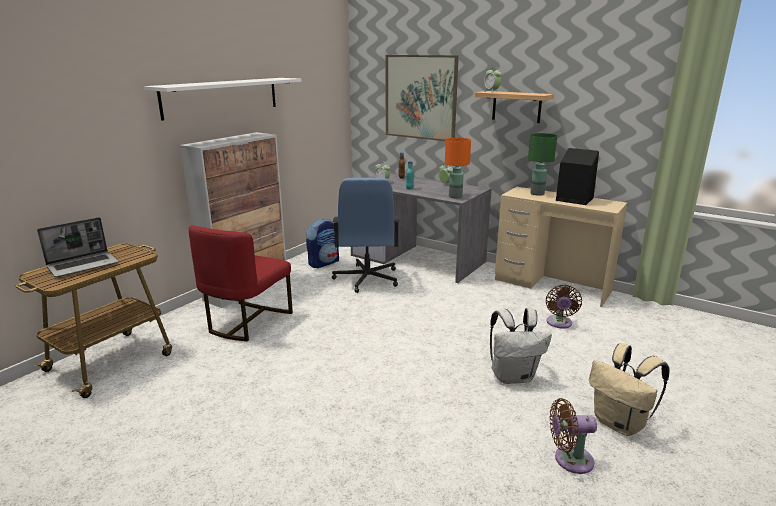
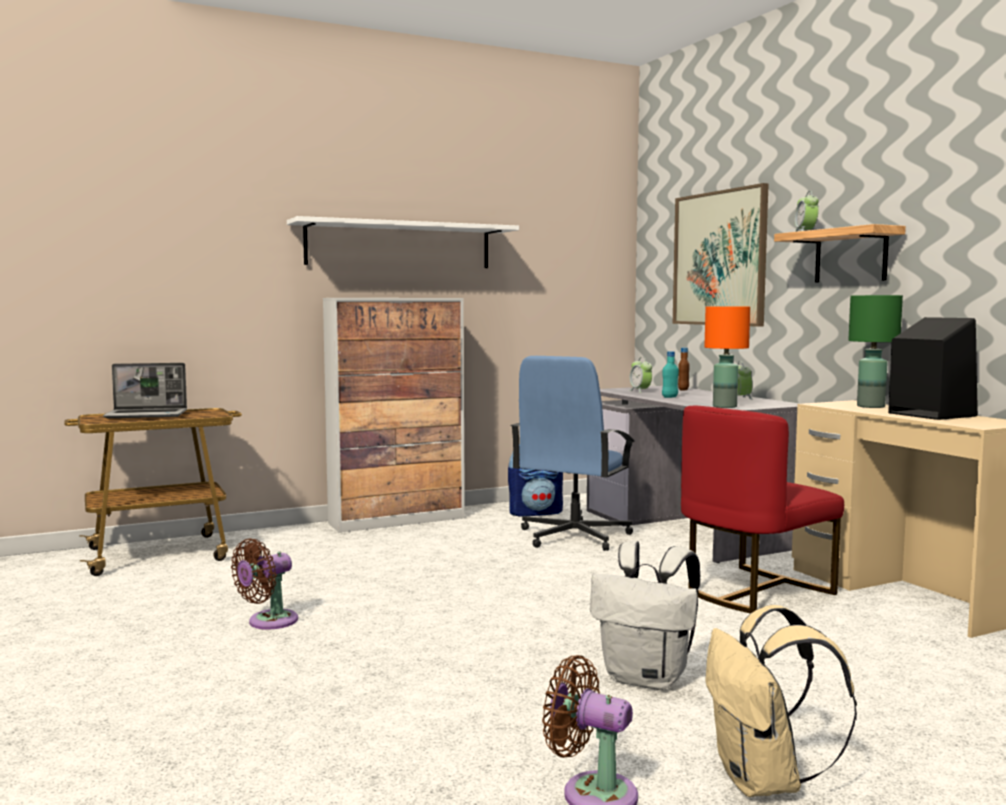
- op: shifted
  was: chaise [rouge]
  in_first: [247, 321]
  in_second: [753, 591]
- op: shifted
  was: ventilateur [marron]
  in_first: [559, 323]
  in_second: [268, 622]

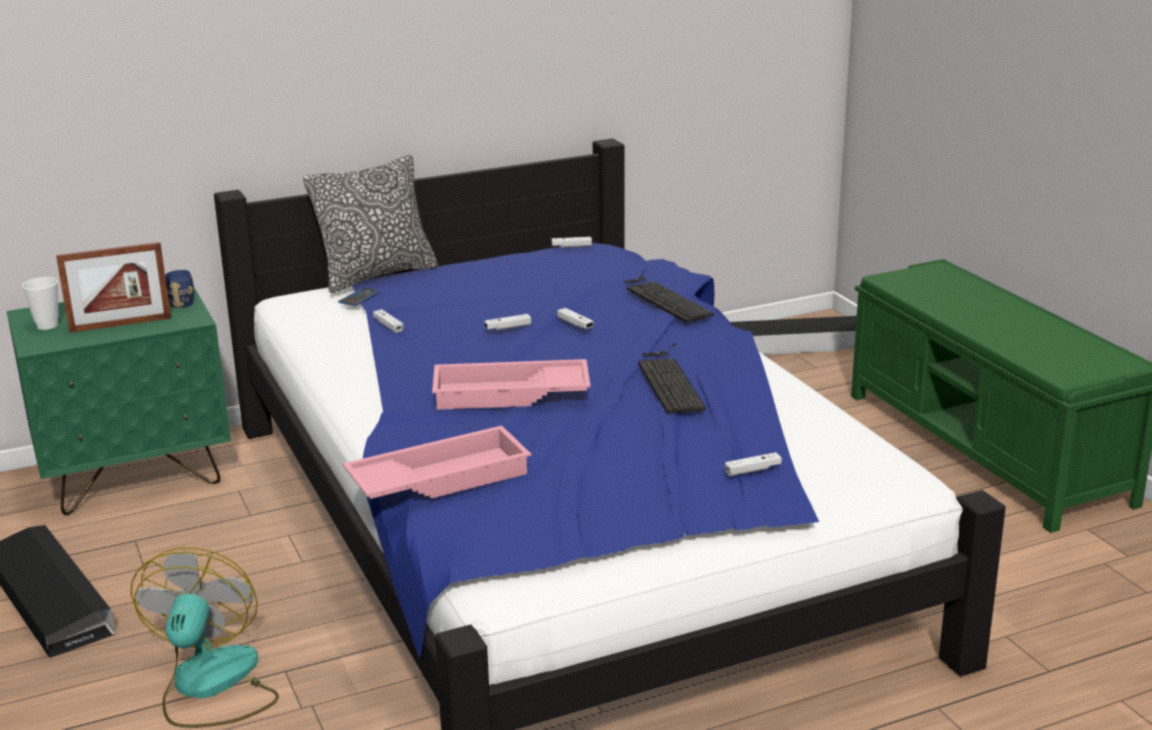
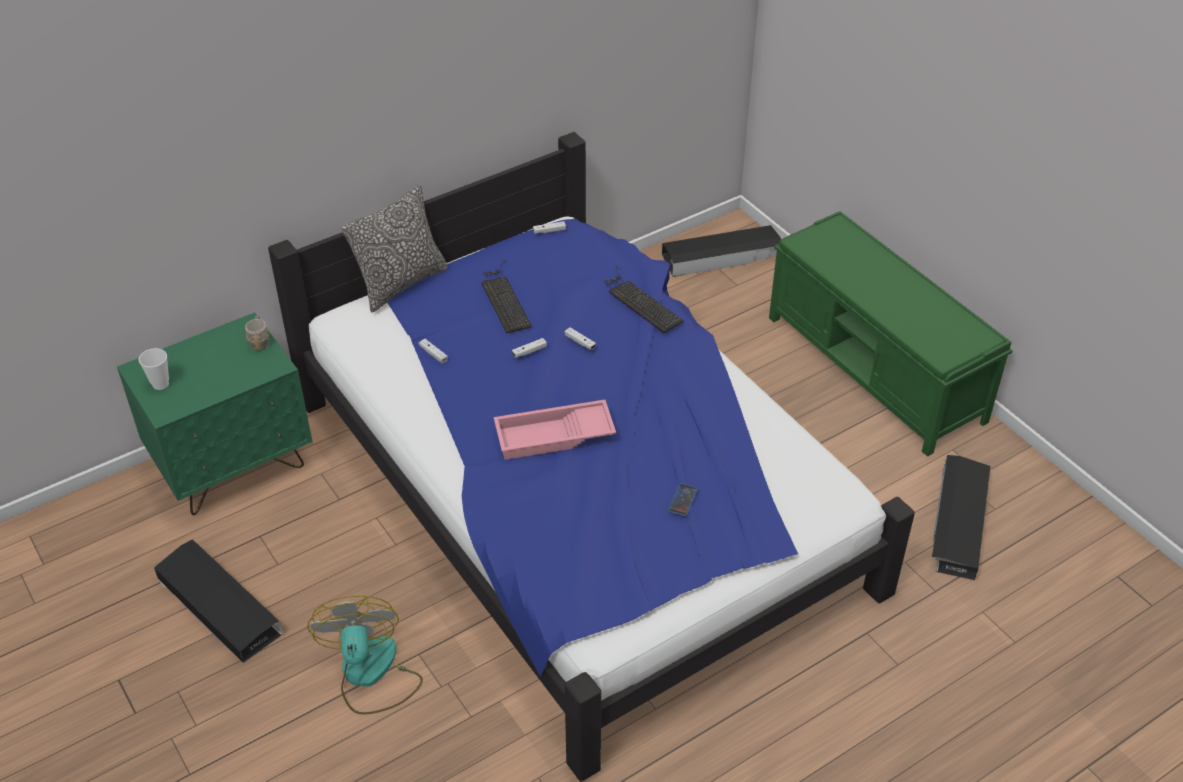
- op: gone
  was: cadre photo
  in_first: [120, 324]
- op: repainted
  was: mug [bleu]
  now: mug [gris]
  in_first: [183, 302]
  in_second: [260, 341]
- op: shifted
  was: téléphone
  in_first: [359, 297]
  in_second: [682, 500]
- op: shifted
  was: clavier
  in_first: [669, 379]
  in_second: [504, 298]
- op: gone
  was: plateau [rose]
  in_first: [439, 478]
- op: gone
  was: manette [blanc]
  in_first: [753, 470]
- op: new
  now: boîte de rangement [noir]
  in_second: [958, 523]

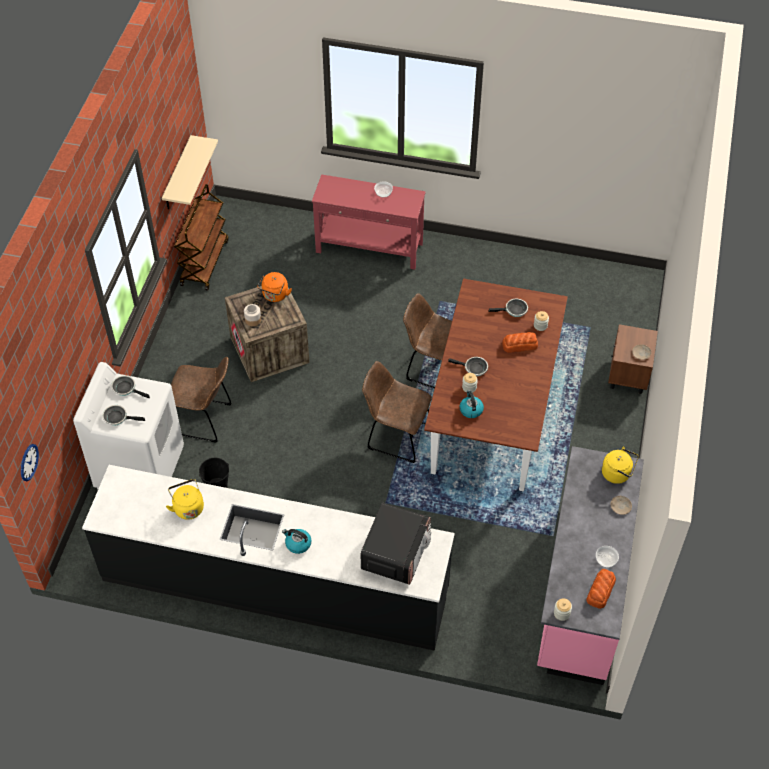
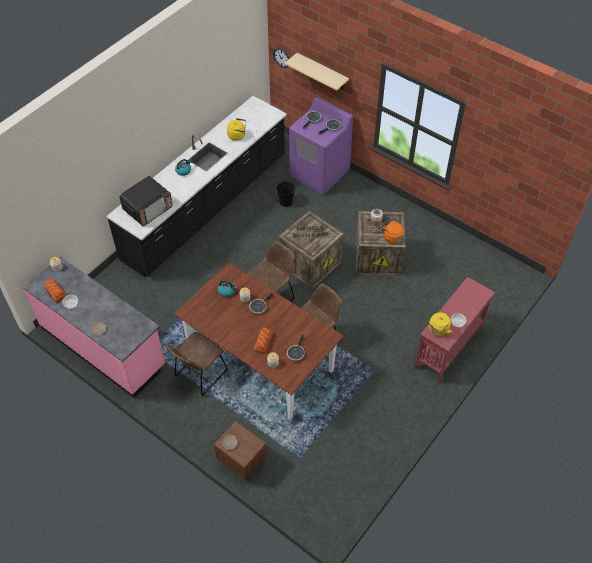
- op: shifted
  was: étagère [beige]
  in_first: [177, 174]
  in_second: [322, 72]
- op: gone
  was: chariot [marron]
  in_first: [204, 262]
- op: shifted
  was: chaise [marron]
  in_first: [204, 419]
  in_second: [199, 375]
- op: repainted
  was: lave-linge [blanc]
  now: lave-linge [violet]
  in_first: [140, 467]
  in_second: [319, 173]
- op: shifted
  was: bouilloire [jaune]
  in_first: [618, 474]
  in_second: [437, 330]
- op: rotated
  was: micro-ondes
  in_first: [396, 552]
  in_second: [148, 209]
  clockwise: -90
- op: new
  now: caisse
  in_second: [310, 262]

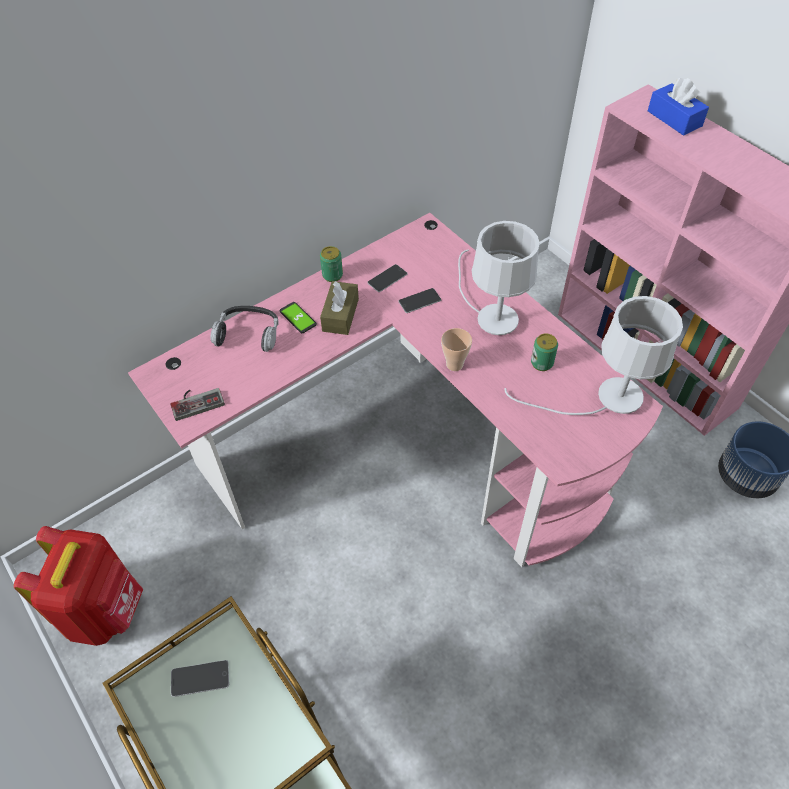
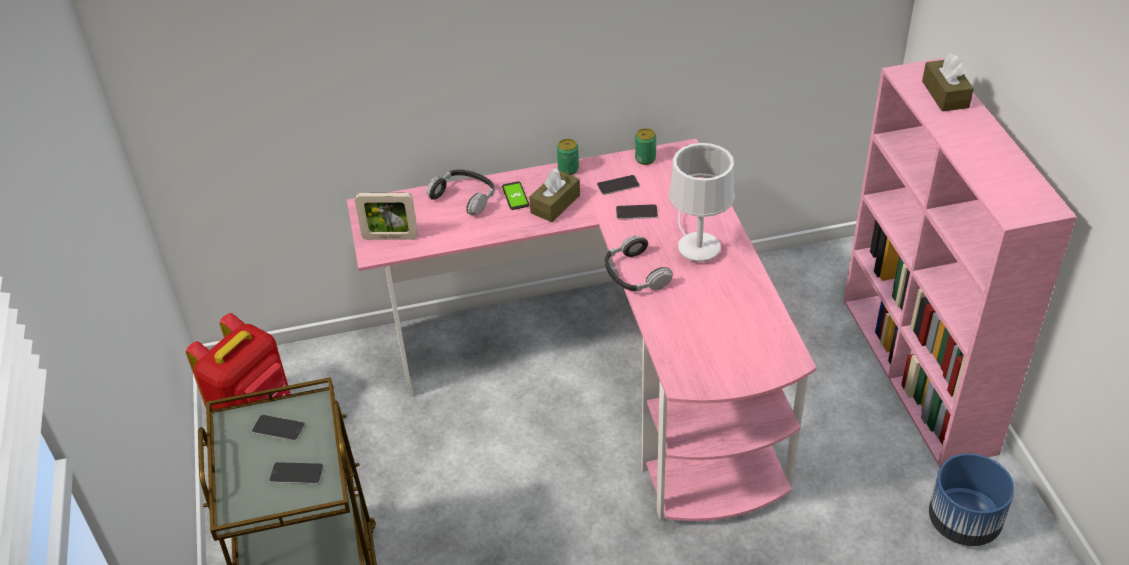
- op: repainted
  was: boîte à mouchoirs [bleu]
  now: boîte à mouchoirs [marron]
  in_first: [674, 118]
  in_second: [945, 94]
- op: gone
  was: lampe de table [blanc]
  in_first: [606, 401]
- op: swapped
  was: tasse
  now: casque audio
  in_first: [454, 364]
  in_second: [635, 274]
- op: shifted
  was: boîte métallique
  in_first: [542, 363]
  in_second: [645, 159]
- op: swapped
  was: manette
  now: cadre photo
  in_first: [196, 401]
  in_second: [390, 237]
- op: new
  now: téléphone
  in_second: [296, 473]

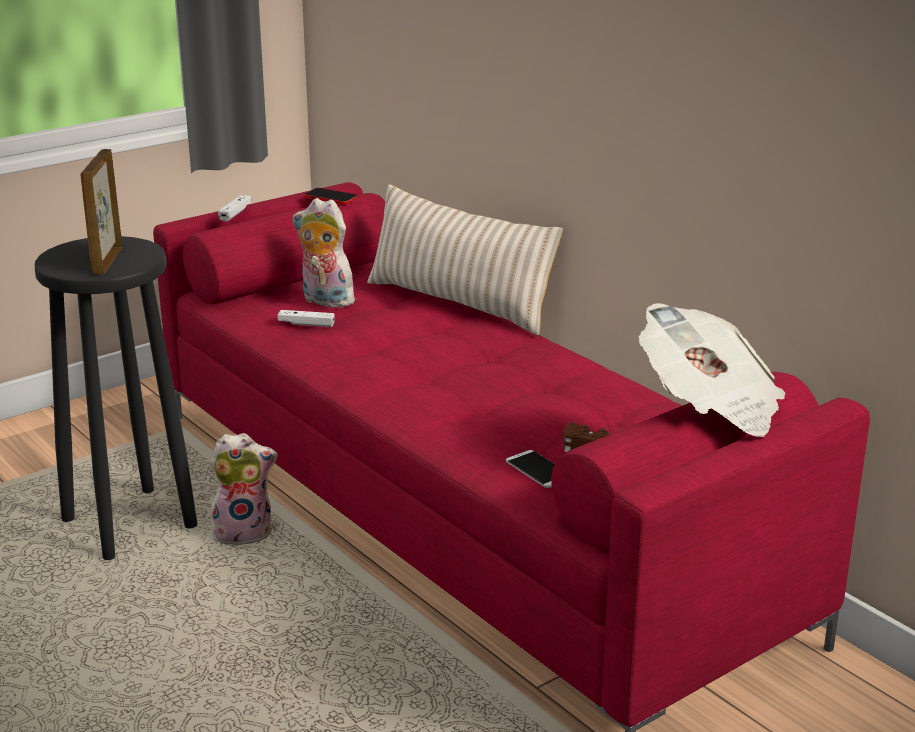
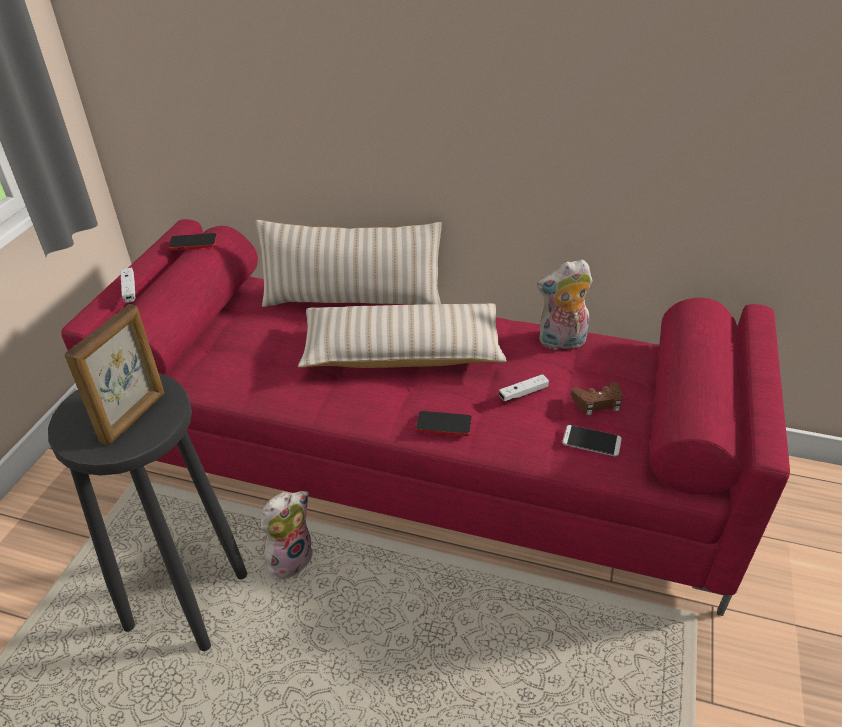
- op: rotated
  was: cadre photo
  in_first: [107, 261]
  in_second: [134, 417]
  clockwise: -120
- op: shifted
  was: peluche
  in_first: [324, 301]
  in_second: [561, 342]
- op: gone
  was: journal
  in_first: [710, 405]
- op: shifted
  was: manette [blanc]
  in_first: [306, 324]
  in_second: [523, 393]
- op: new
  now: coussin [beige]
  in_second: [402, 352]
- op: new
  now: téléphone
  in_second: [444, 424]

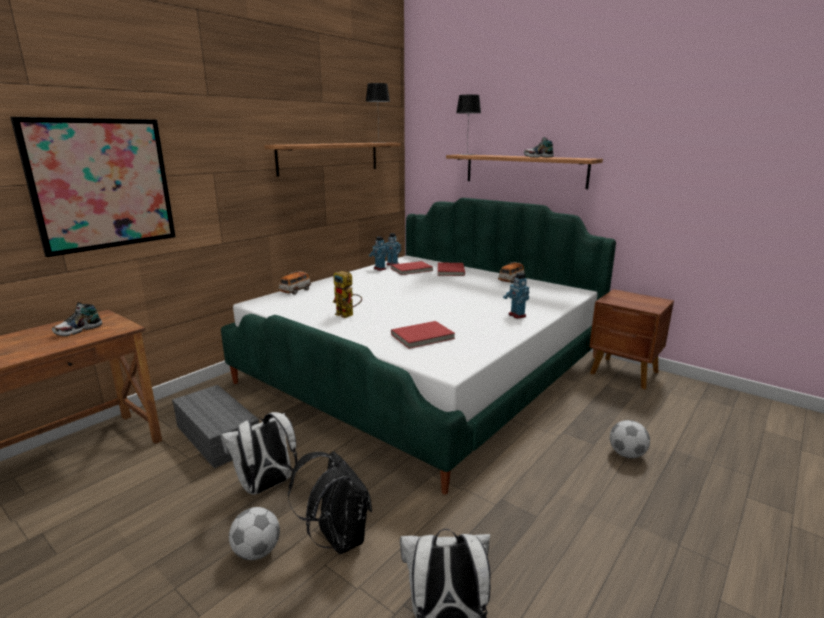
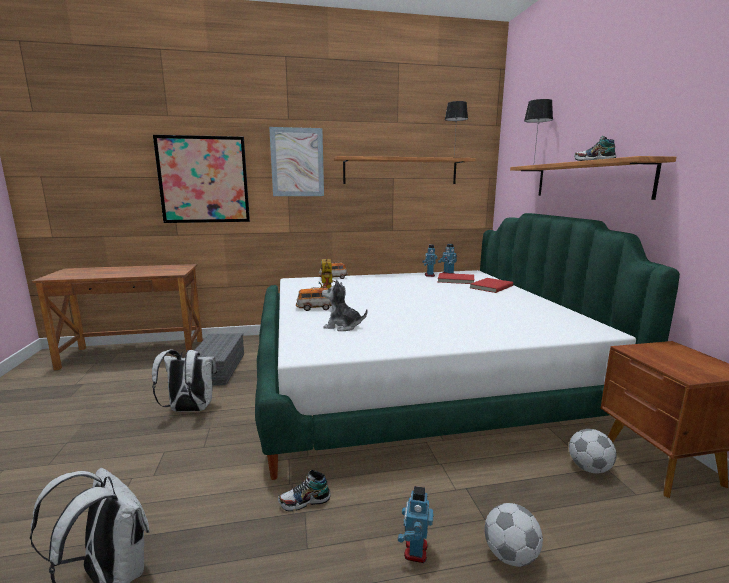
- op: shifted
  was: petite voiture
  in_first: [511, 280]
  in_second: [315, 308]
- op: shifted
  was: robot jouet
  in_first: [516, 315]
  in_second: [415, 550]
- op: shifted
  was: chaussure
  in_first: [79, 330]
  in_second: [305, 501]
- op: swapped
  was: livre [rouge]
  now: peluche
  in_first: [423, 337]
  in_second: [342, 326]
- op: gone
  was: sac à dos [noir]
  in_first: [337, 538]
- op: shifted
  was: ballon de foot
  in_first: [257, 552]
  in_second: [589, 468]
- op: new
  now: tableau
  in_second: [297, 162]

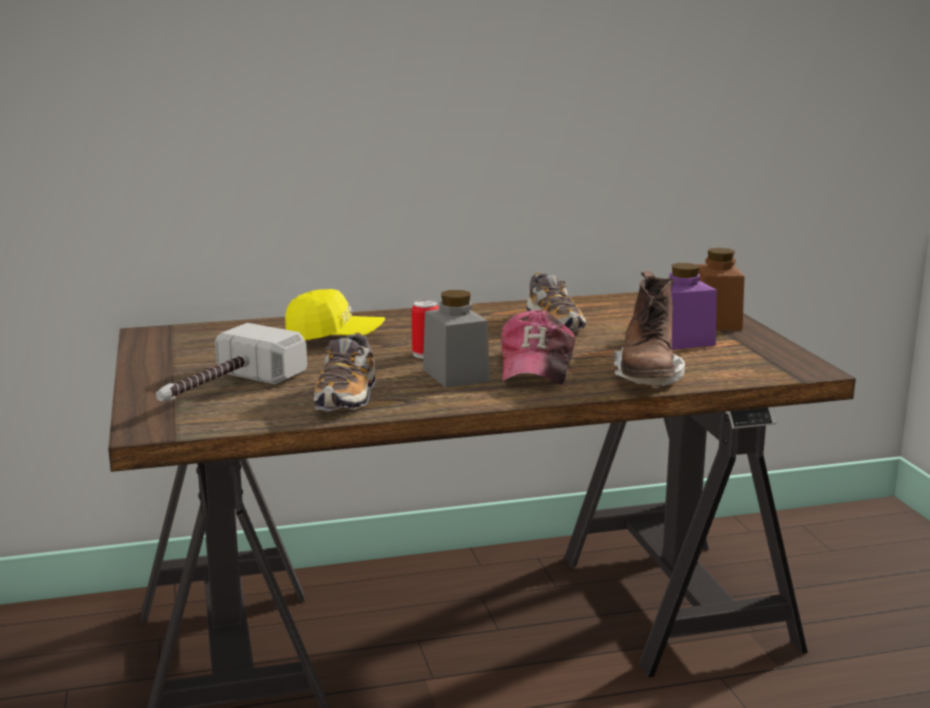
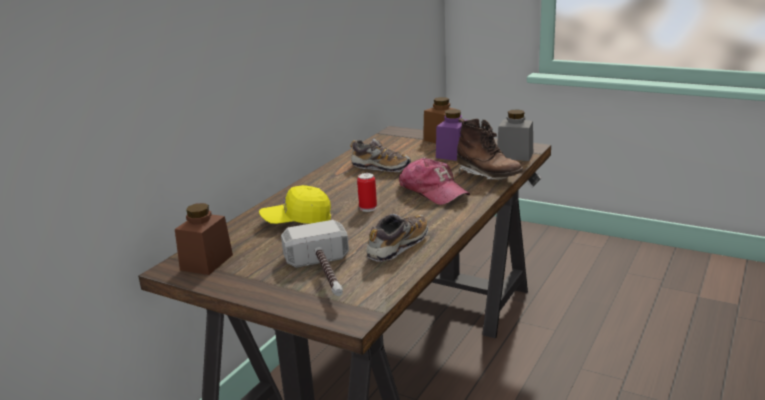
- op: rotated
  was: casquette [jaune]
  in_first: [334, 339]
  in_second: [297, 221]
  clockwise: -150
- op: shifted
  was: bocal [gris]
  in_first: [455, 375]
  in_second: [515, 155]
- op: rotated
  was: chaussure
  in_first: [347, 397]
  in_second: [398, 247]
  clockwise: -105
- op: new
  now: bocal [marron]
  in_second: [206, 262]

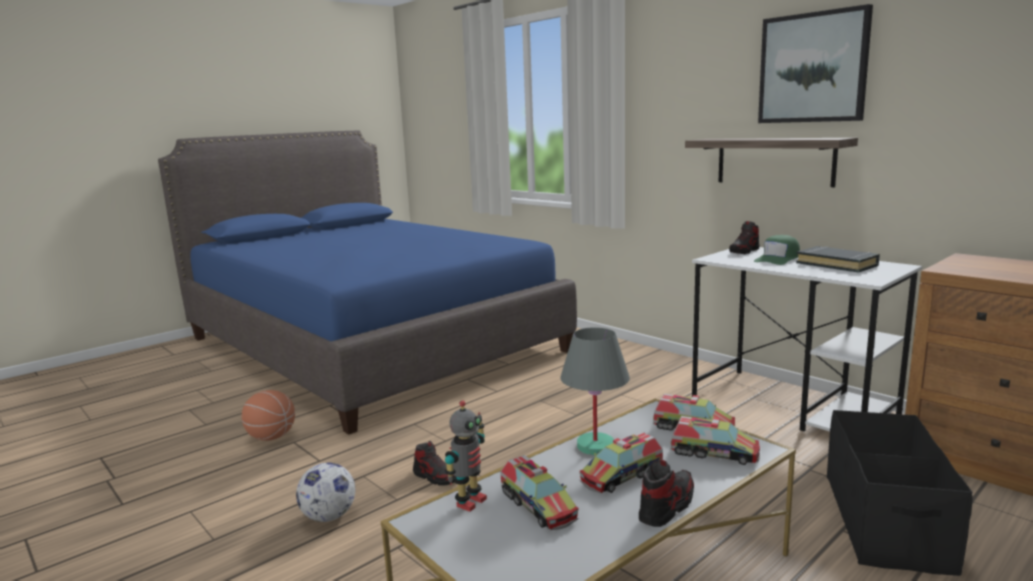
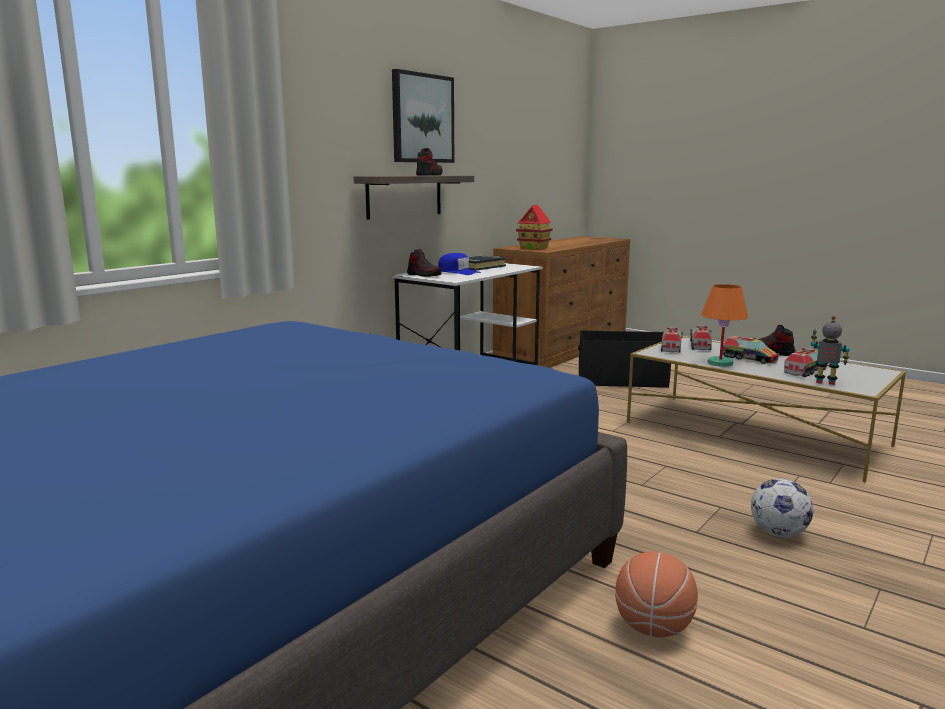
- op: repainted
  was: casquette [vert]
  now: casquette [bleu]
  in_first: [778, 259]
  in_second: [458, 272]
- op: repainted
  was: lampe de table [gris]
  now: lampe de table [orange]
  in_first: [596, 446]
  in_second: [719, 363]
- op: shifted
  was: chaussure
  in_first: [436, 477]
  in_second: [429, 175]
- op: new
  now: maison miniature
  in_second: [534, 248]

